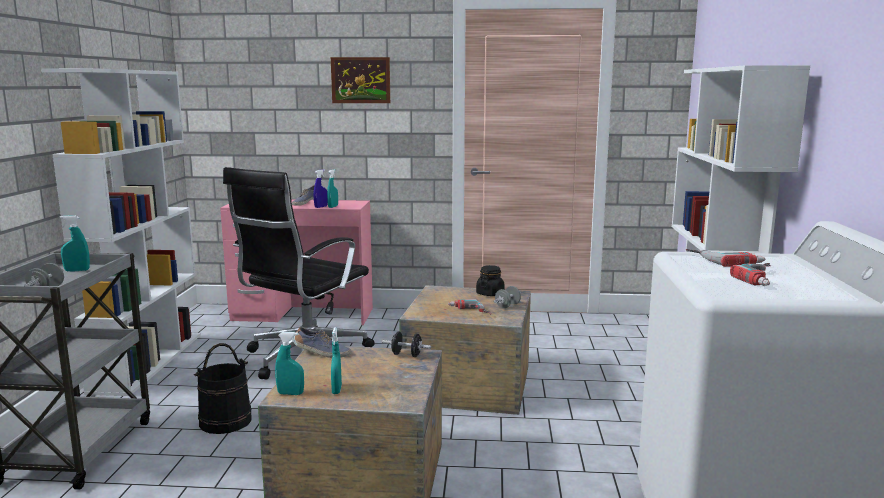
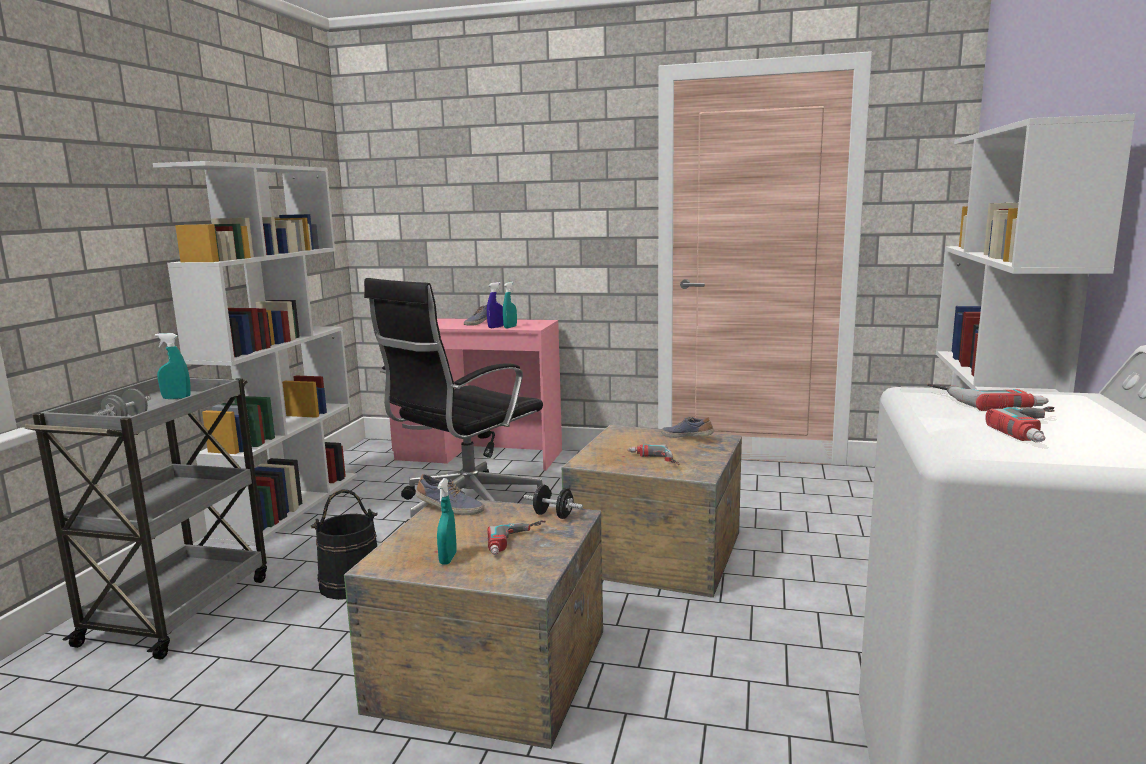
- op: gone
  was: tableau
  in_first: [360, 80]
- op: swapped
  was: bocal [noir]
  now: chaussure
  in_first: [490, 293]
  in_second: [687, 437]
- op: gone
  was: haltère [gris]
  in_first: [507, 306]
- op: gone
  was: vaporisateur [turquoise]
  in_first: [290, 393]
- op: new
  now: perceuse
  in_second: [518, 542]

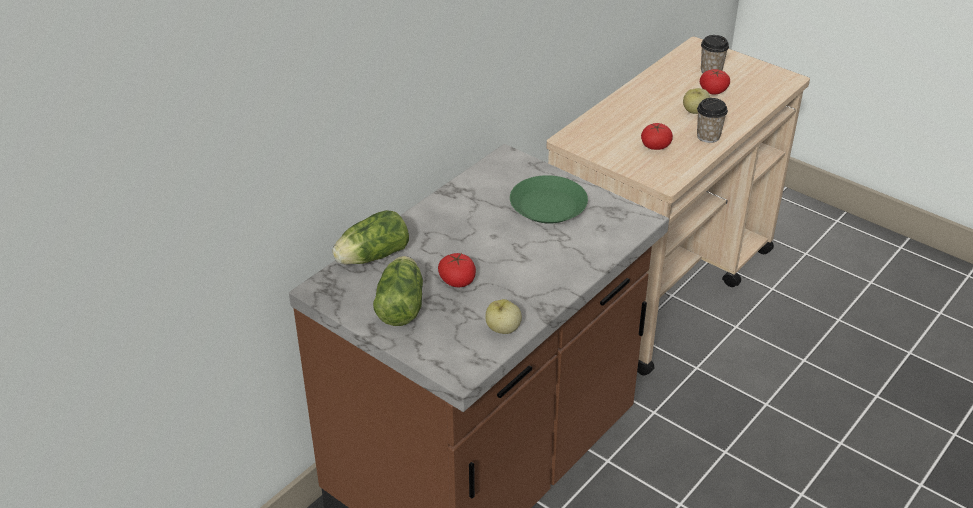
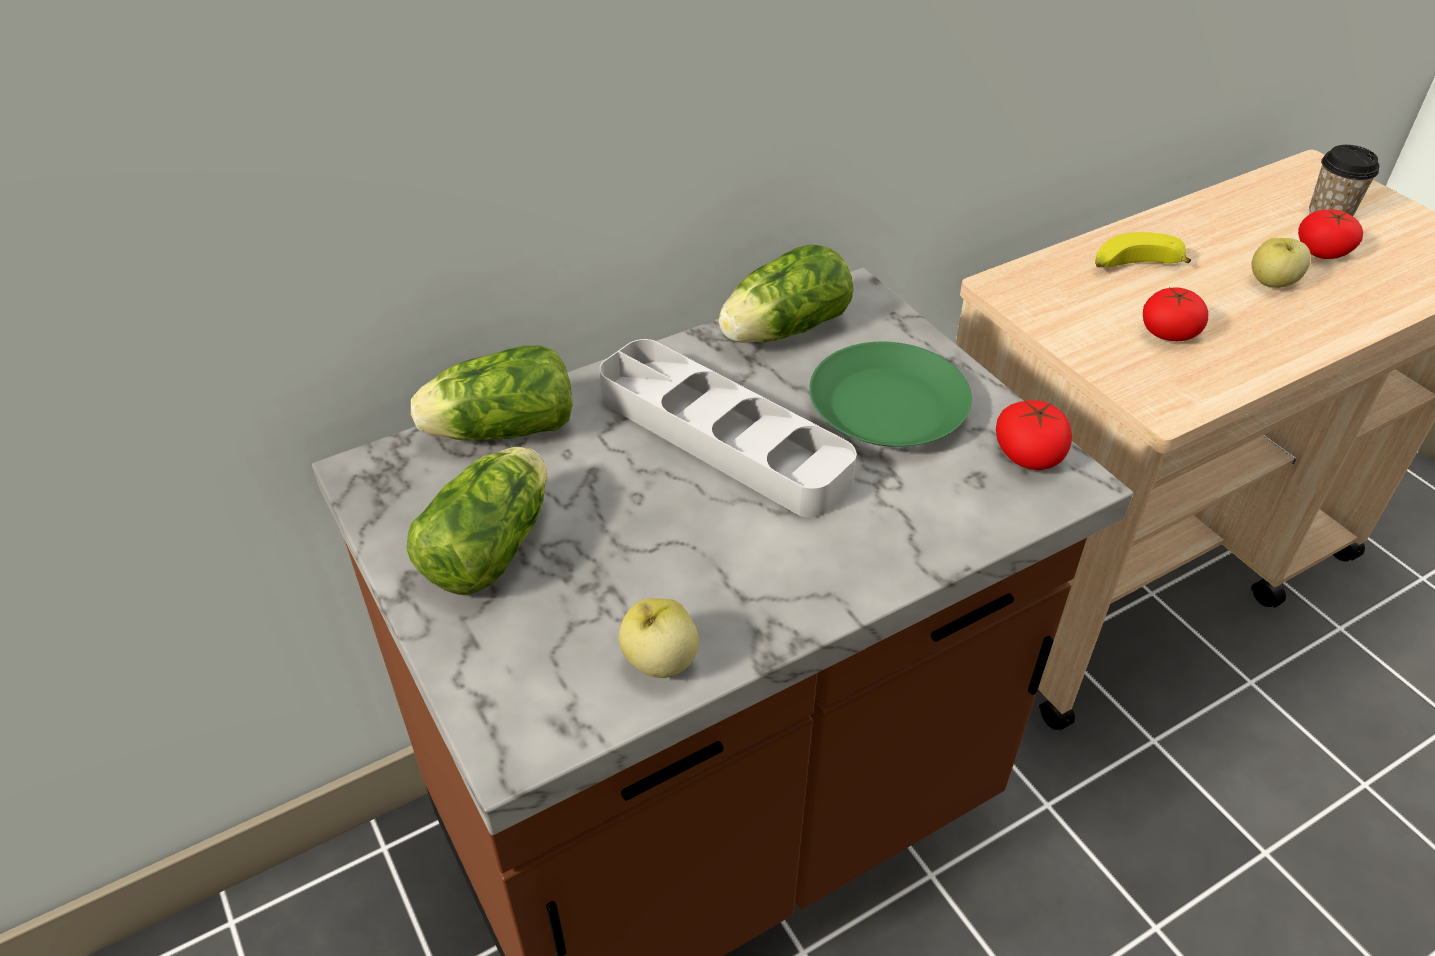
- op: gone
  was: tasse
  in_first: [708, 136]
- op: shifted
  was: tomate
  in_first: [457, 280]
  in_second: [1028, 454]
- op: new
  now: banane
  in_second: [1134, 267]
- op: new
  now: laitue
  in_second: [780, 330]
- op: new
  now: plateau [gris]
  in_second: [722, 437]

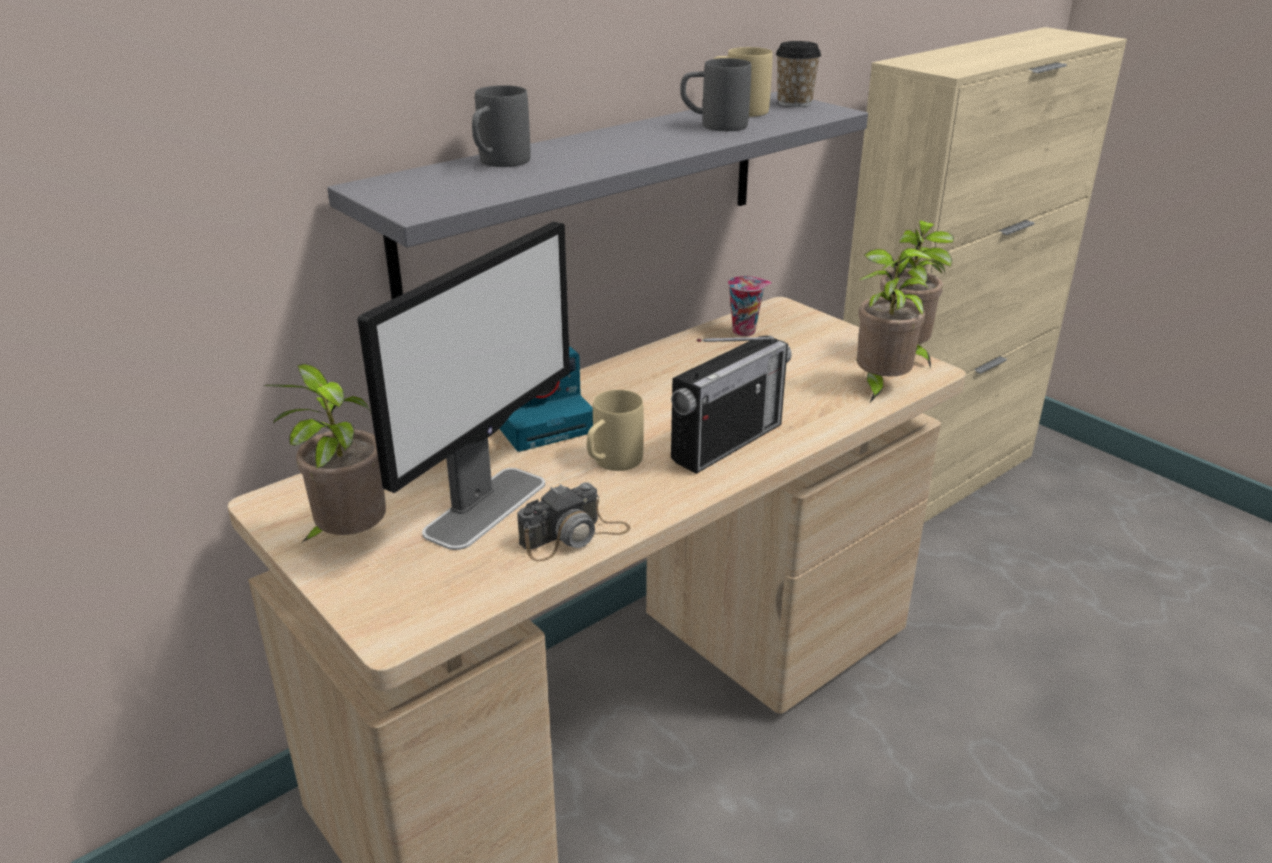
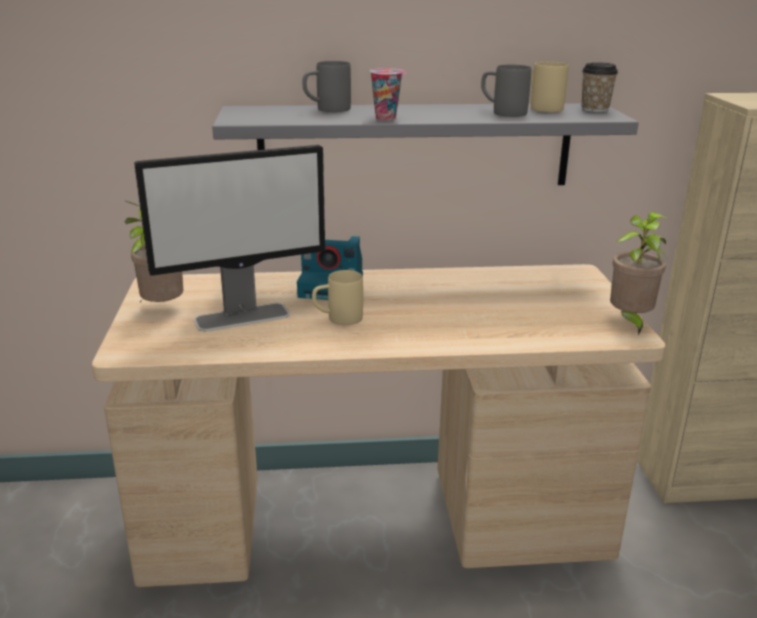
- op: gone
  was: plante en pot
  in_first: [879, 387]
- op: shifted
  was: tasse
  in_first: [745, 331]
  in_second: [387, 118]
- op: gone
  was: radio
  in_first: [727, 442]
- op: gone
  was: appareil photo
  in_first: [574, 536]

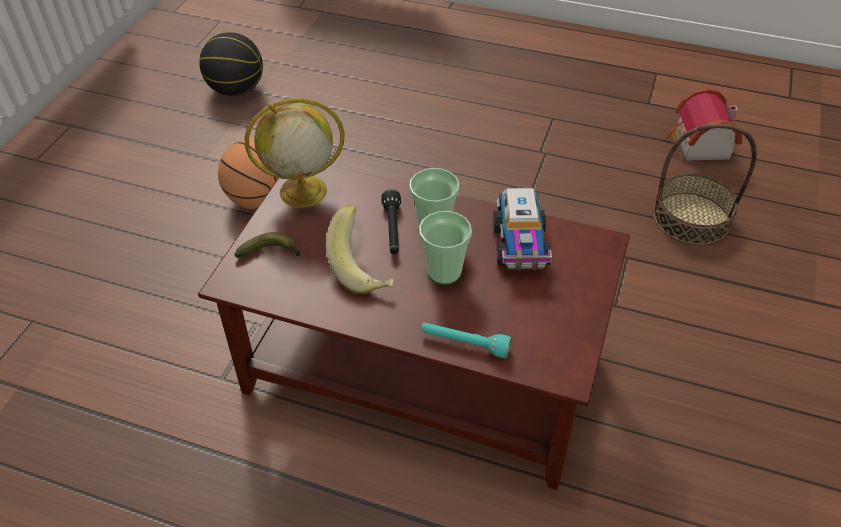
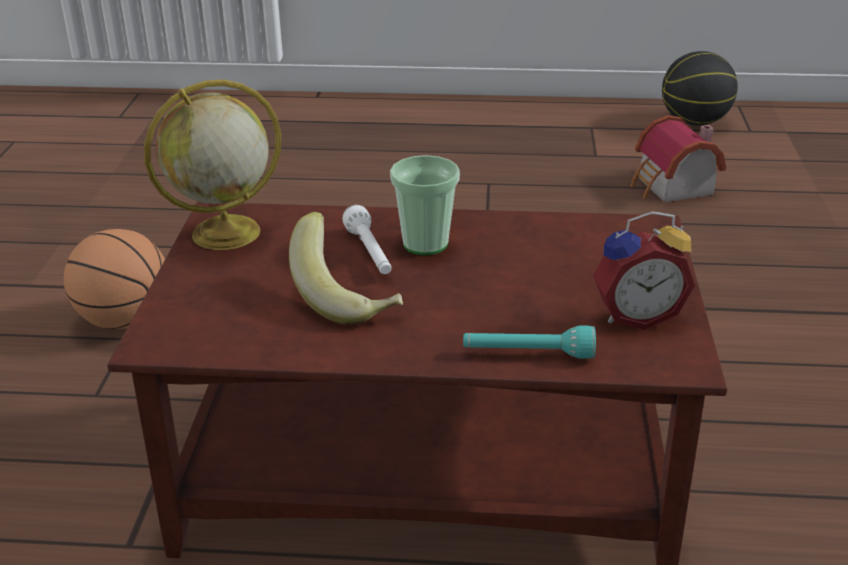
- op: shifted
  was: ballon de basket
  in_first: [236, 89]
  in_second: [694, 122]
- op: gone
  was: panier
  in_first: [691, 218]
- op: gone
  was: camion jouet
  in_first: [520, 246]
- op: repainted
  was: lampe de poche [noir]
  now: lampe de poche [blanc]
  in_first: [393, 230]
  in_second: [370, 254]
- op: gone
  was: tasse
  in_first: [444, 272]
- op: gone
  was: banane
  in_first: [272, 253]
- op: new
  now: réveil
  in_second: [636, 315]

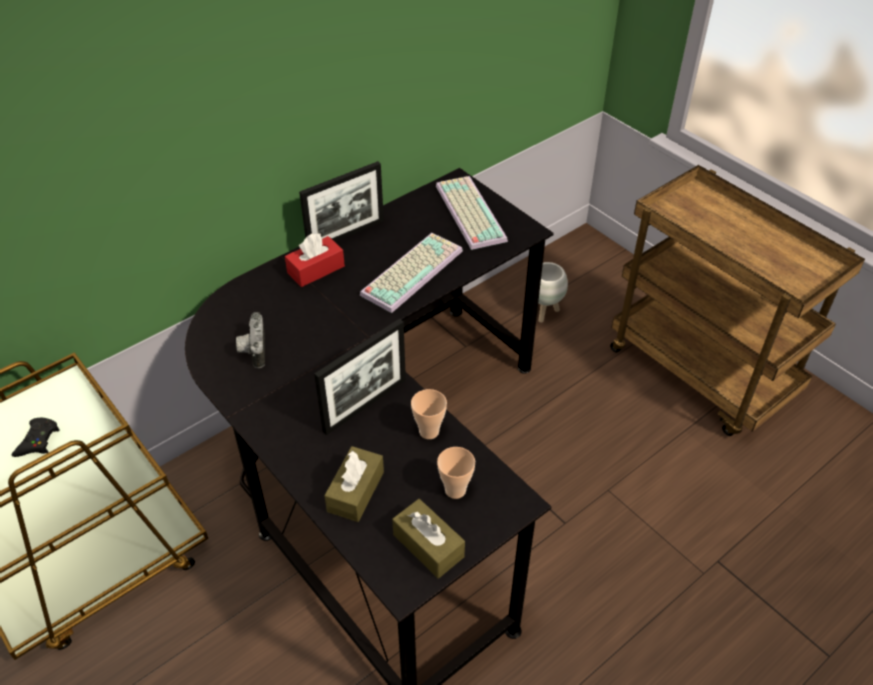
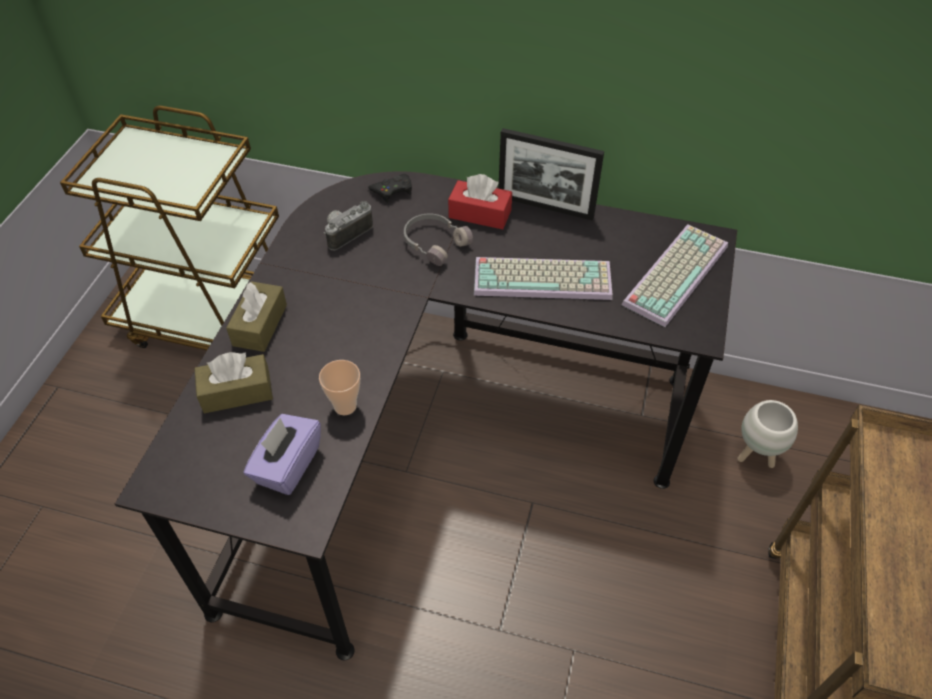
- op: gone
  was: cadre photo
  in_first: [365, 405]
- op: shifted
  was: manette [noir]
  in_first: [38, 440]
  in_second: [392, 190]
- op: swapped
  was: tasse
  now: boîte à mouchoirs [violet]
  in_first: [455, 490]
  in_second: [287, 465]
- op: shifted
  was: boîte à mouchoirs [marron]
  in_first: [428, 545]
  in_second: [260, 325]
- op: new
  now: casque audio [gris]
  in_second: [434, 243]

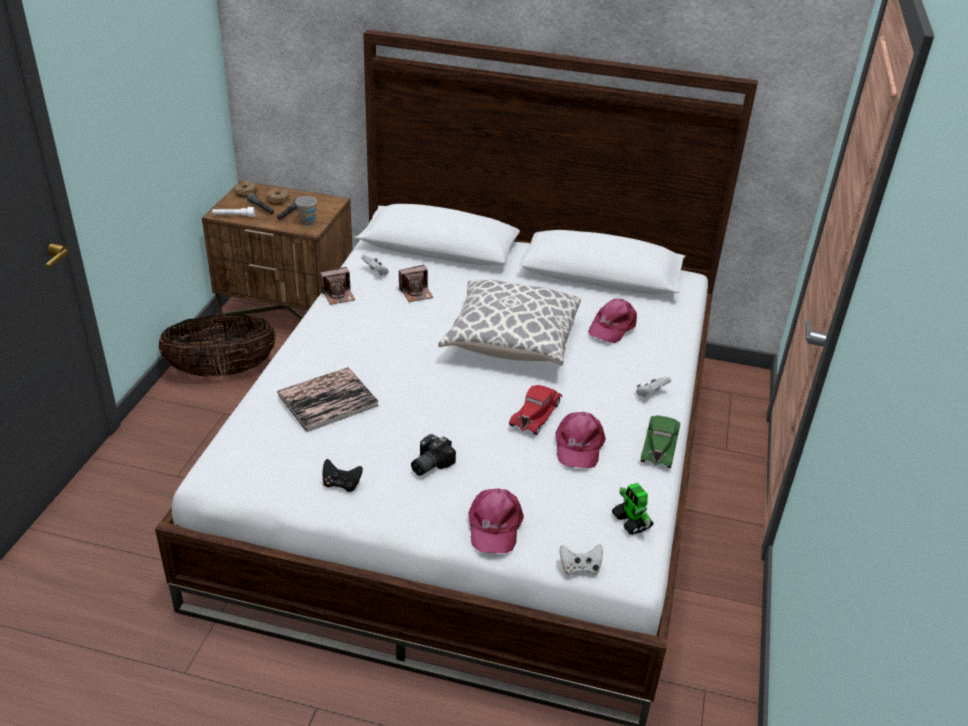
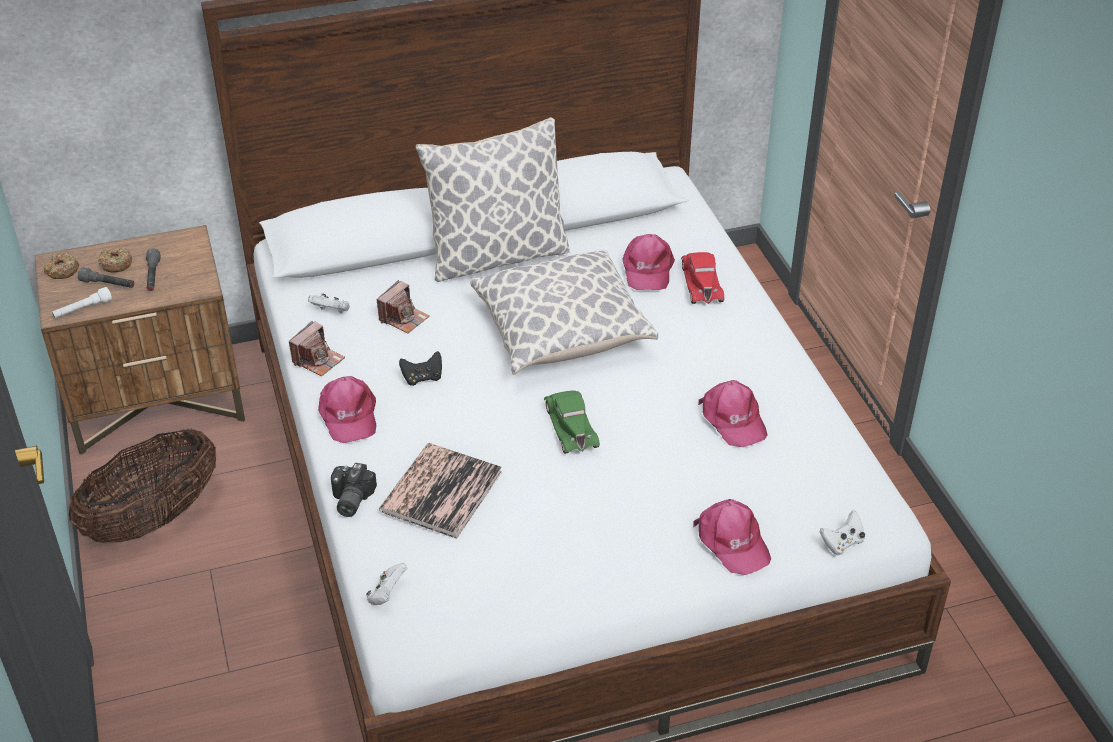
- op: gone
  was: tasse
  in_first: [307, 222]
- op: shifted
  was: manette [blanc]
  in_first: [650, 394]
  in_second: [387, 594]
- op: shifted
  was: petite voiture [rouge]
  in_first: [536, 413]
  in_second: [701, 282]
- op: shifted
  was: petite voiture [vert]
  in_first: [660, 445]
  in_second: [570, 426]
- op: shifted
  was: appareil photo
  in_first: [428, 464]
  in_second: [349, 500]
- op: shifted
  was: manette [noir]
  in_first: [341, 484]
  in_second: [422, 378]
- op: gone
  was: robot jouet
  in_first: [631, 522]
- op: new
  now: coussin
  in_second: [497, 255]
- op: new
  now: casquette [rose]
  in_second: [348, 415]

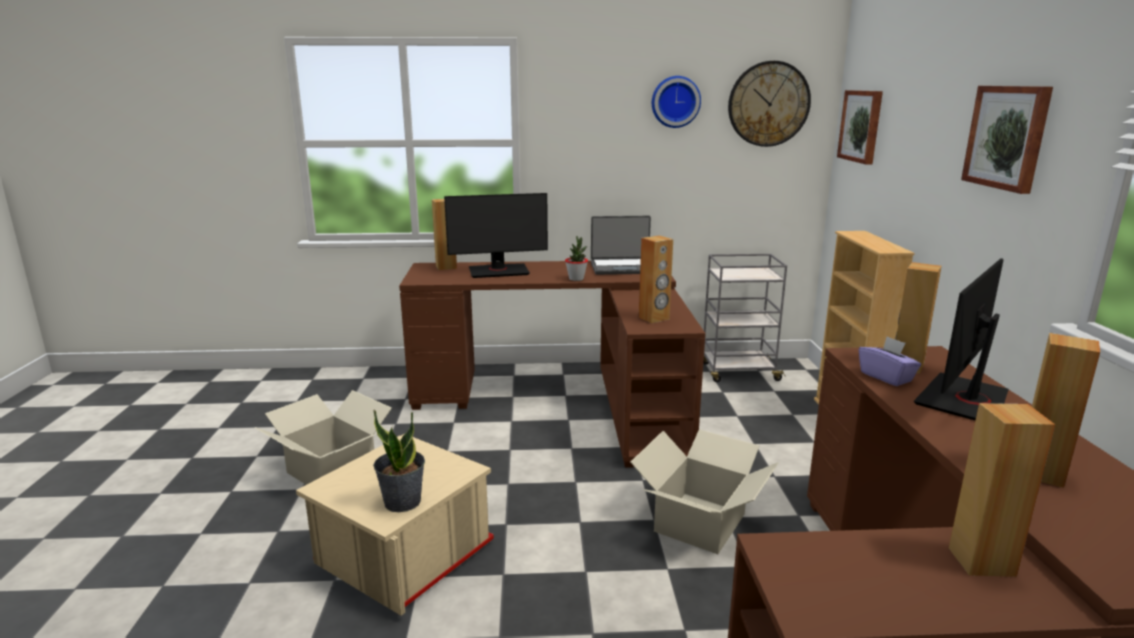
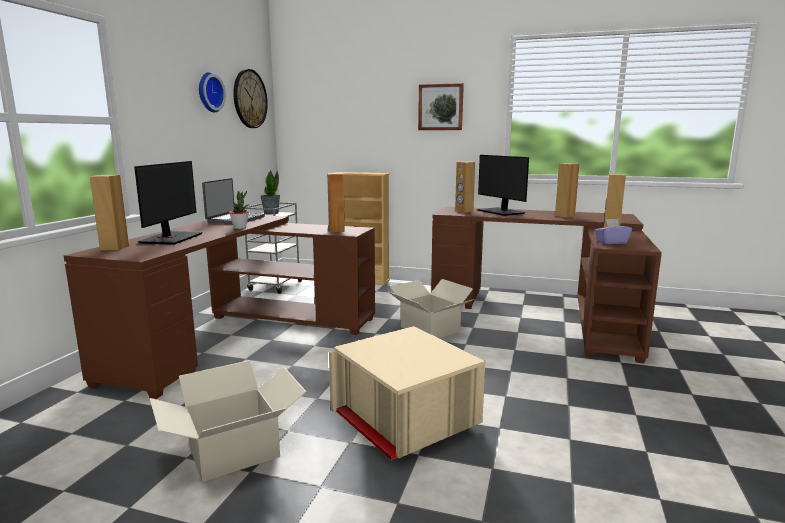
- op: gone
  was: tableau
  in_first: [861, 126]
- op: shifted
  was: boîte à mouchoirs [violet]
  in_first: [886, 377]
  in_second: [611, 242]
- op: shifted
  was: plante en pot
  in_first: [402, 501]
  in_second: [271, 213]

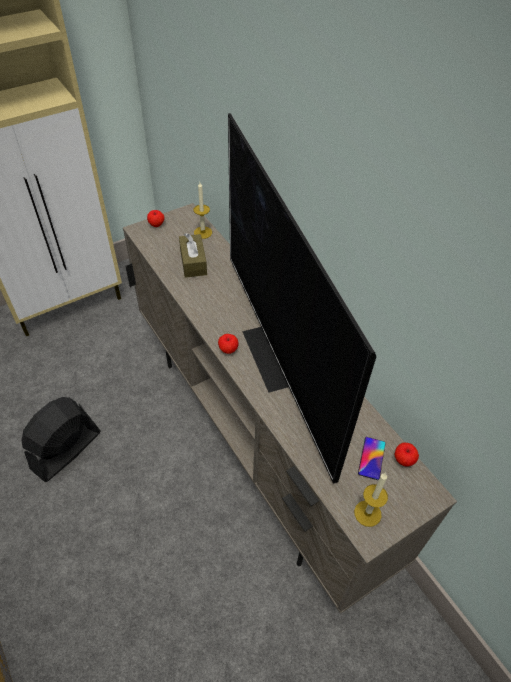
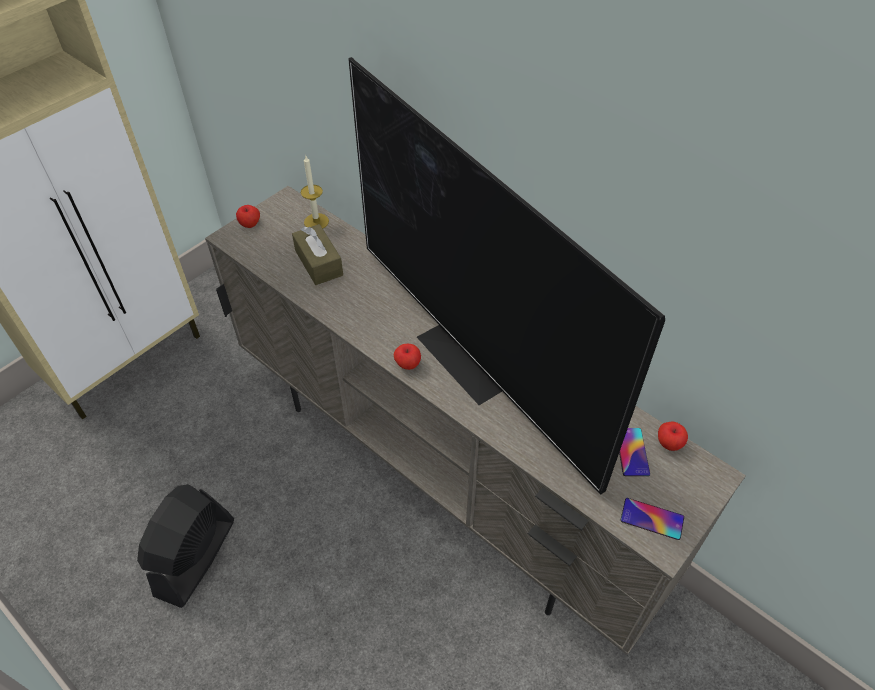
- op: swapped
  was: bougie
  now: téléphone
  in_first: [367, 513]
  in_second: [652, 519]

